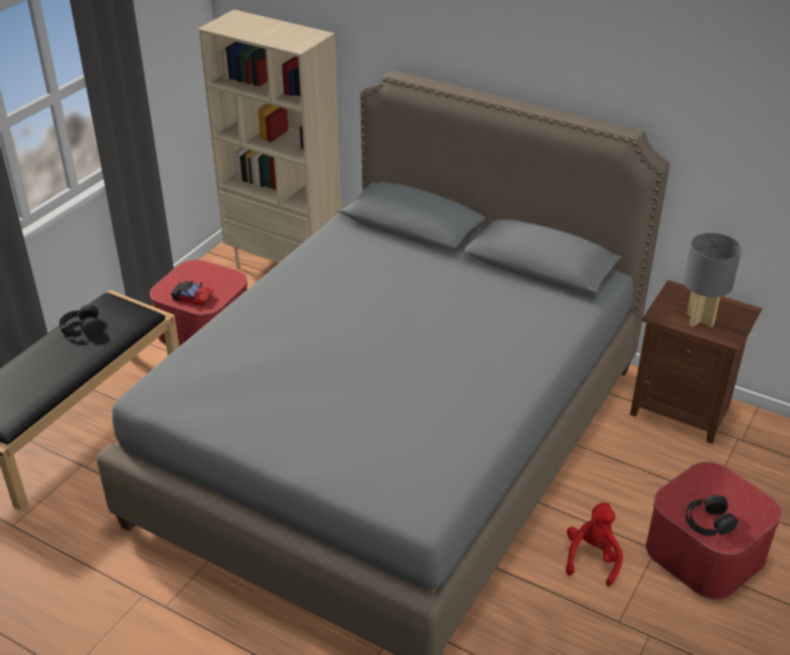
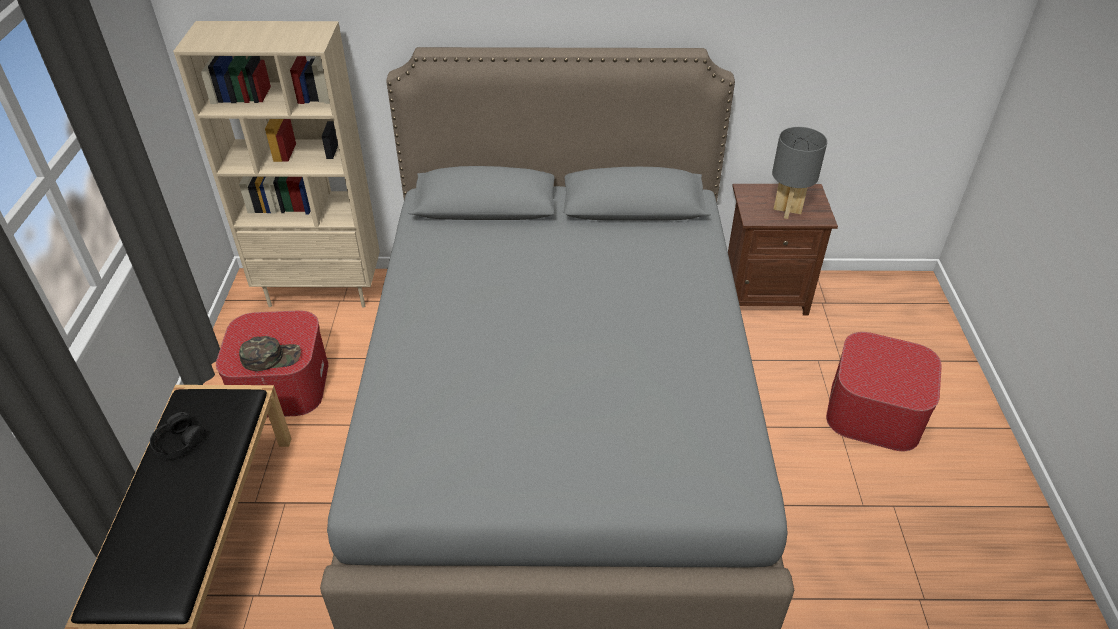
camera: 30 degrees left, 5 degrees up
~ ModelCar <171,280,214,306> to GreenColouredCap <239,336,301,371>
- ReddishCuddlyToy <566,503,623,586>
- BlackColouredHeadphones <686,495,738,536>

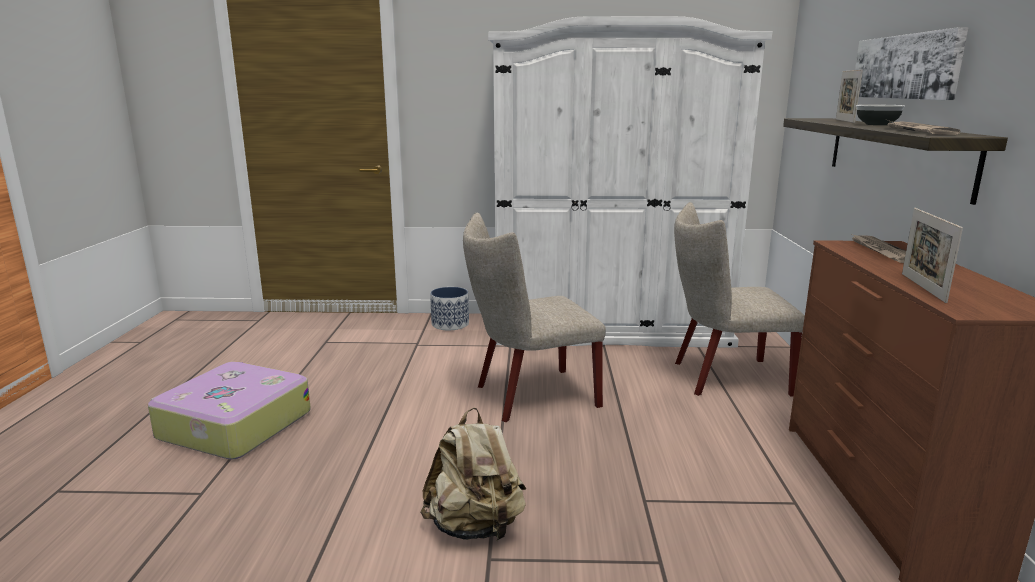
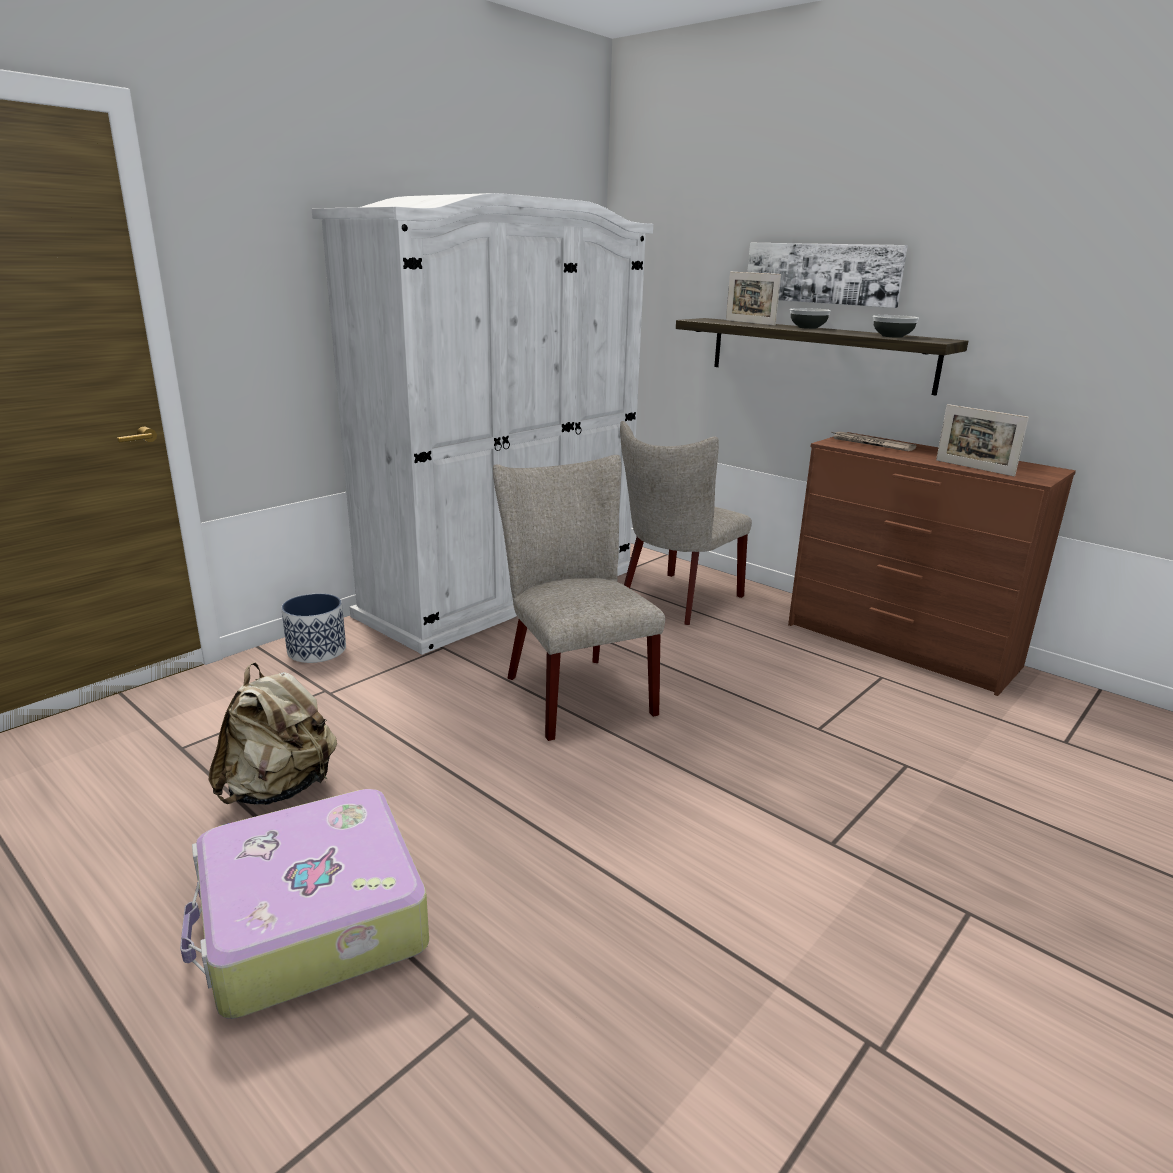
camera: 50 degrees left, 5 degrees up
~ SandColouredRucksack <420,408,526,540> to <208,663,337,805>
~ SandColouredChair <463,213,606,422> = <493,455,665,741> 135 degrees clockwise
~ PrintedPaper <887,120,961,135> to ServingBowl <873,315,919,338>

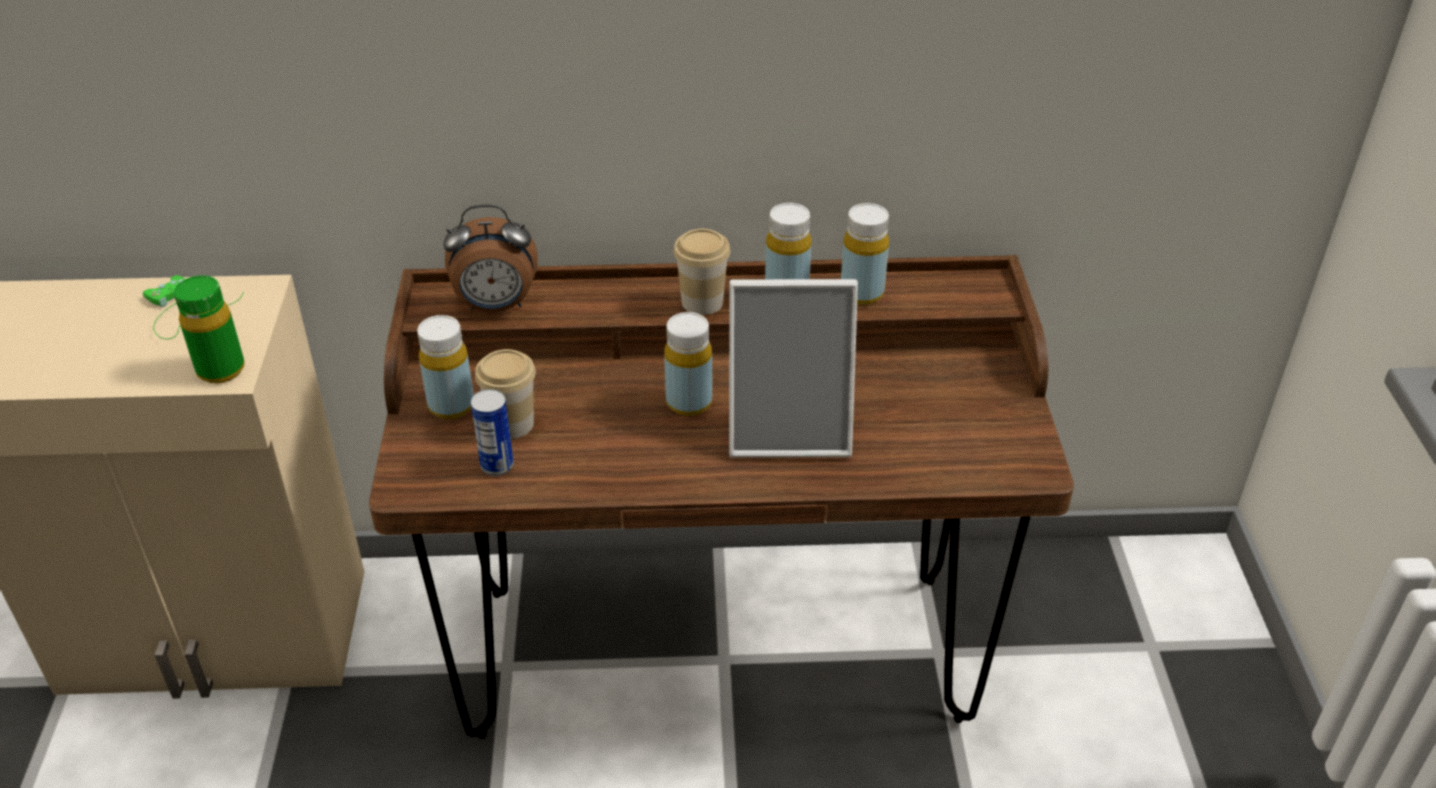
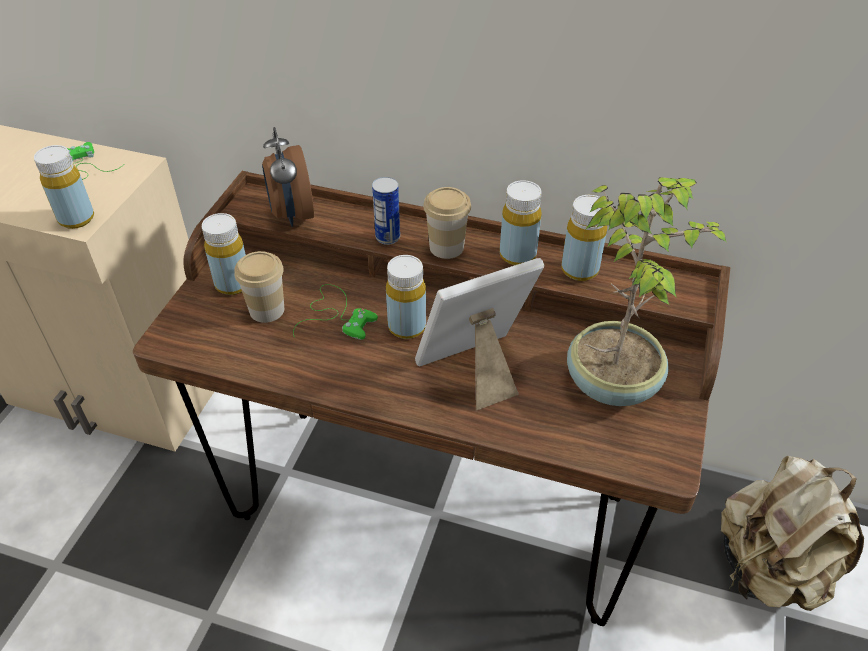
camera: 20 degrees right, 5 degrees up
~ GreenColouredBottle <174,276,245,383> to YellowishBottle <34,145,94,229>
~ AlarmClock <443,204,538,312> = <262,127,314,227> 60 degrees clockwise
+ GreenColouredGameController <293,284,378,340>
~ MetalCan <471,389,514,476> to <372,177,400,245>
~ PhotoFrame <729,279,858,458> = <415,258,544,410> 135 degrees clockwise
+ PottedPlant <567,177,727,406>
+ SandColouredRucksack <721,456,864,611>

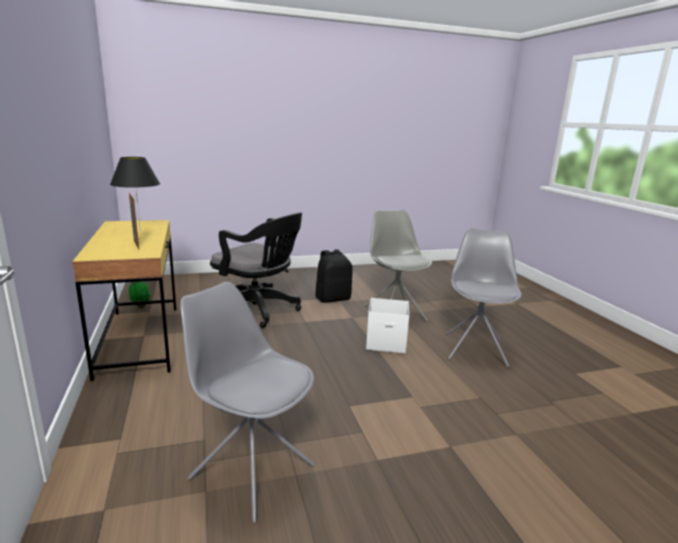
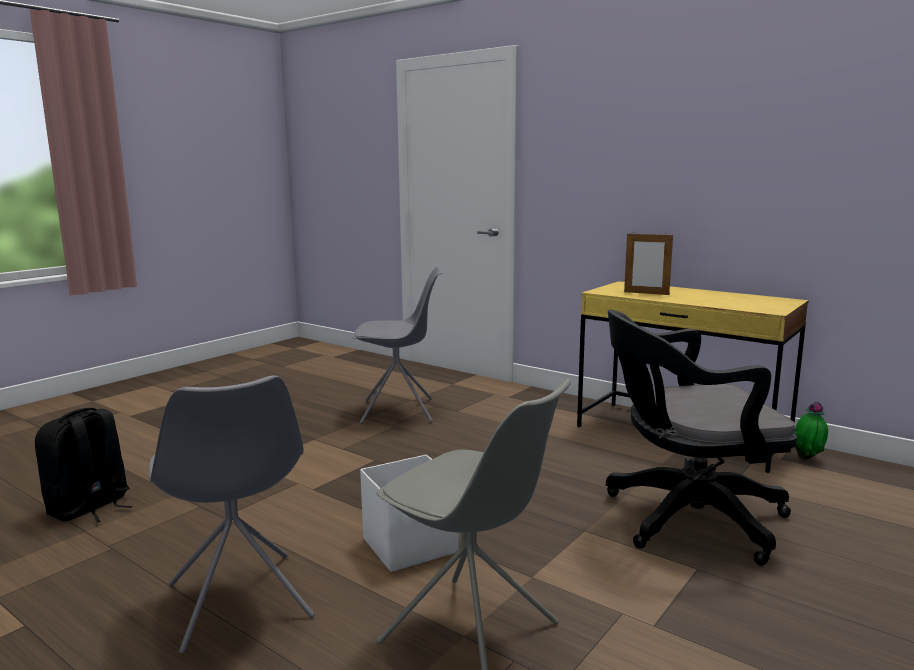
camera: 145 degrees right, 5 degrees down
~ BlackColouredRucksack <315,249,353,303> to <35,408,132,523>
- BlackColouredLampForATable <110,157,160,231>

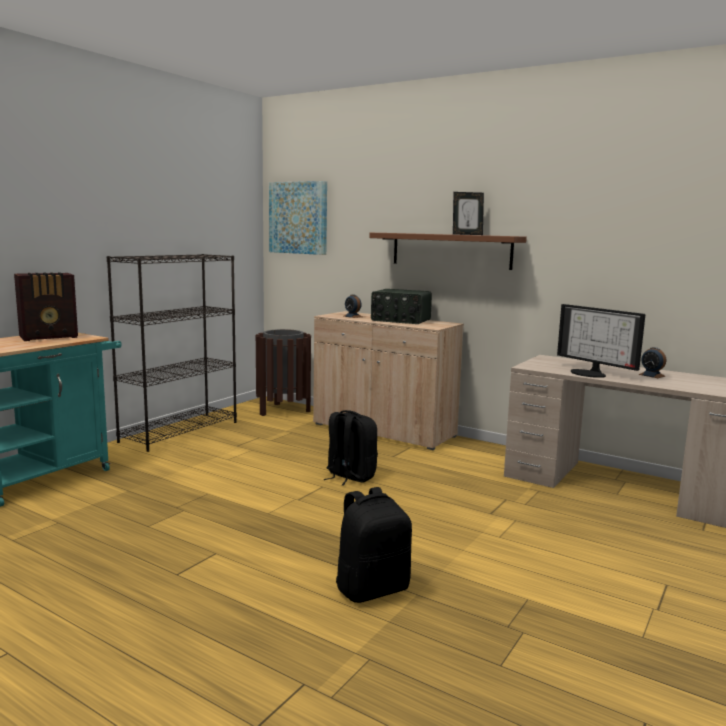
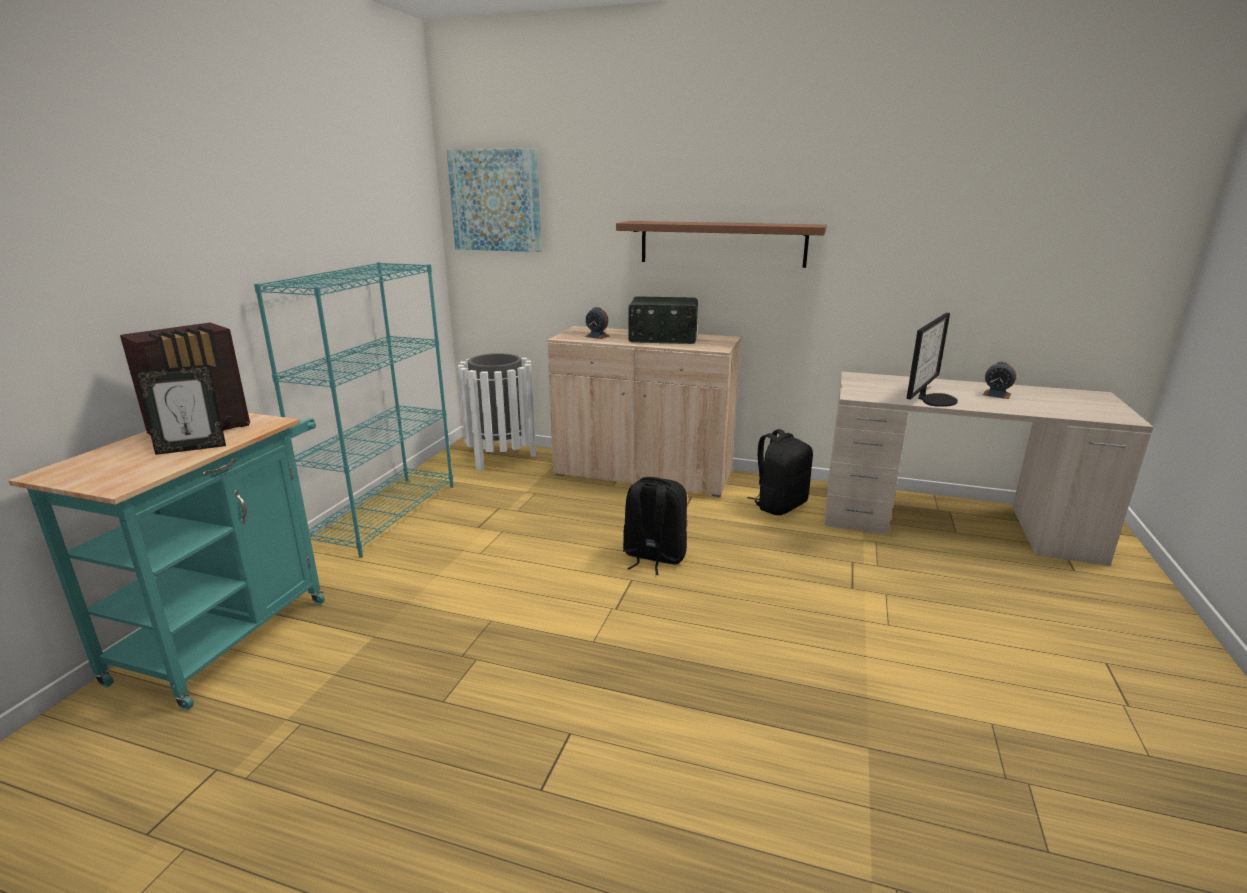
camera: 15 degrees left, 10 degrees up
~ PhotoFrame <453,192,484,235> to <136,365,226,455>
~ BlackColouredBookcase <107,254,237,452> to TurquoiseColouredBookcase <254,262,453,558>
~ BrownColouredTrashCan <256,329,311,416> to WhiteColouredTrashCan <458,353,536,471>
~ BlackColouredRucksack <336,487,412,603> to <747,429,813,515>
~ Monitor <557,304,645,378> = <907,313,958,407> 90 degrees counterclockwise

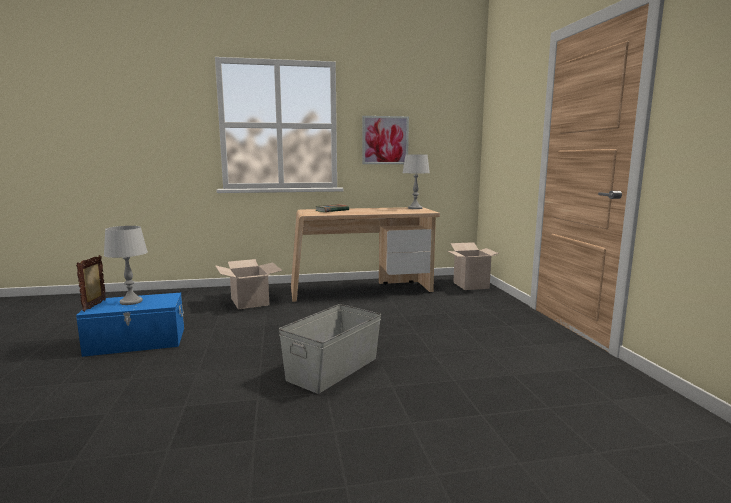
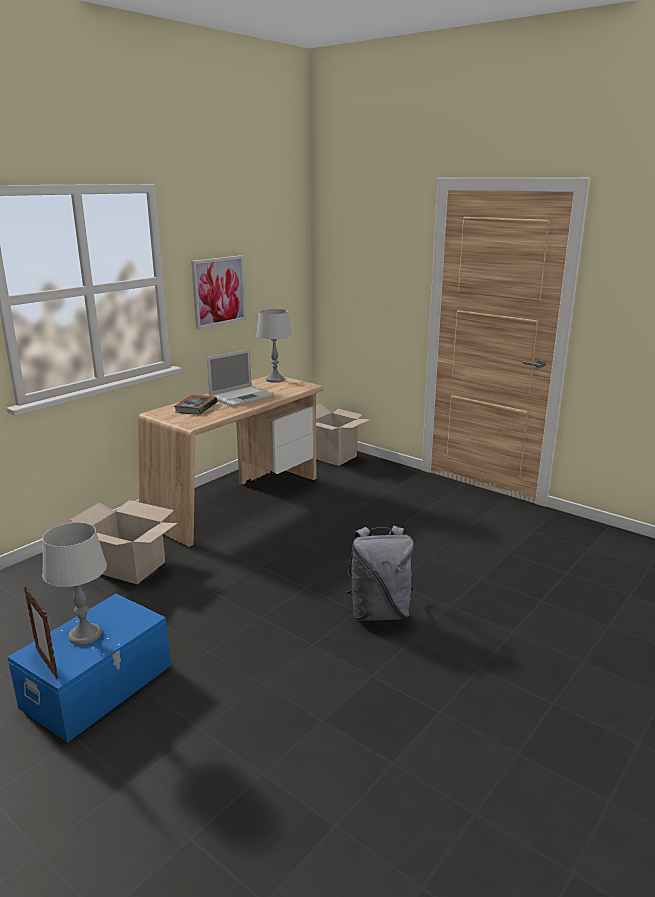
camera: 40 degrees left, 10 degrees up
+ Laptop <206,349,274,407>
~ GreyishStorageBin <279,304,381,394> to GreyishRucksack <346,525,414,621>

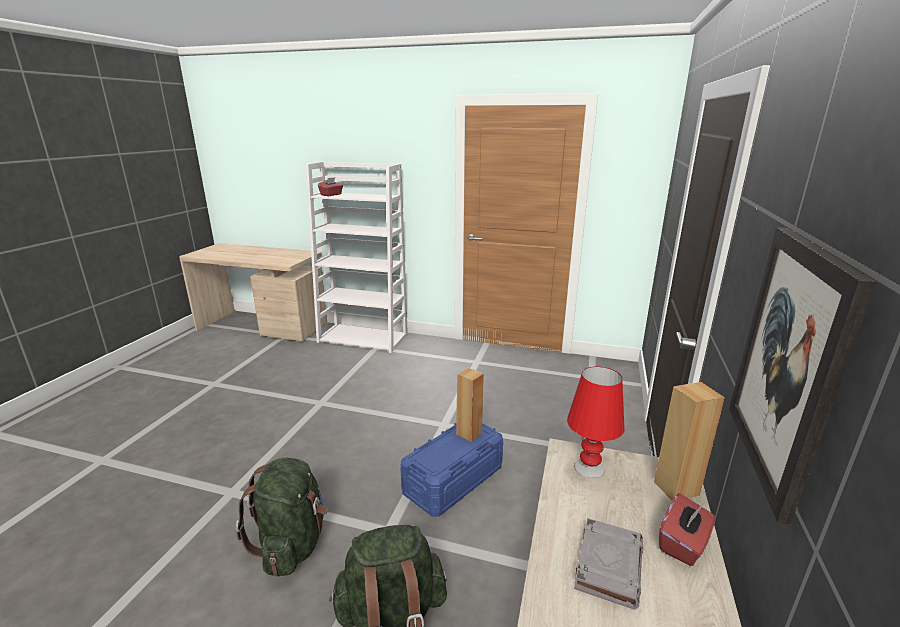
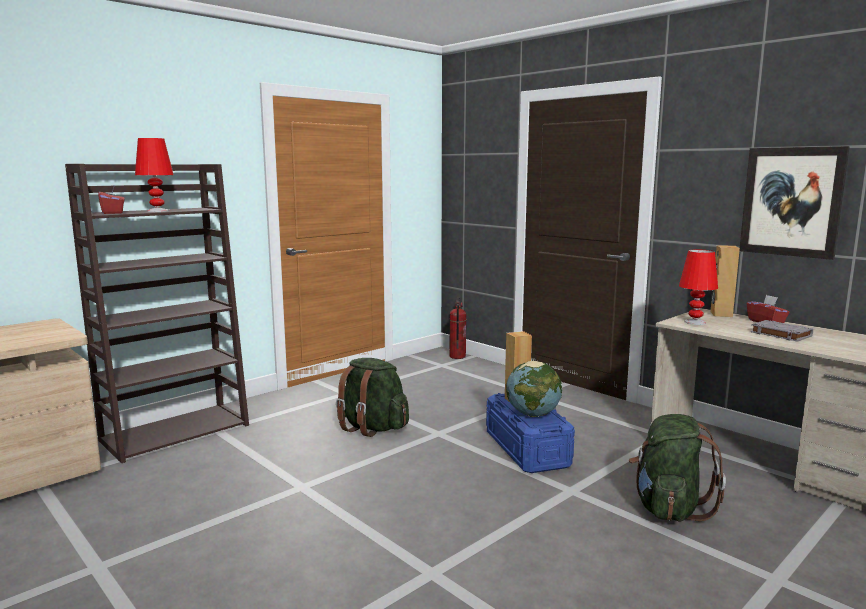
camera: 60 degrees left, 10 degrees down
~ WhiteColouredBookcase <306,162,408,353> to BrownColouredBookcase <65,164,249,463>
+ ReddishLampForATable <135,138,174,212>
~ GreenColouredRucksack <236,458,328,577> to <336,358,409,437>
+ Extinguisher <449,297,467,359>
+ WorldGlobe <506,361,562,417>

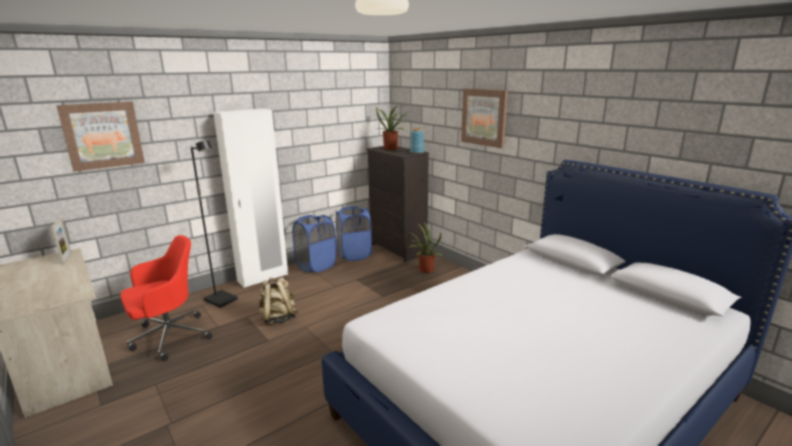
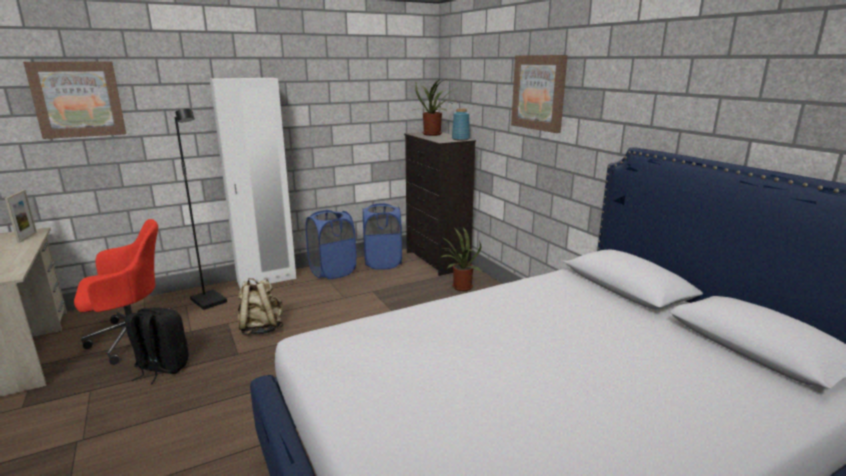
camera: 10 degrees right, 0 degrees up
+ BlackColouredRucksack <125,307,188,384>

